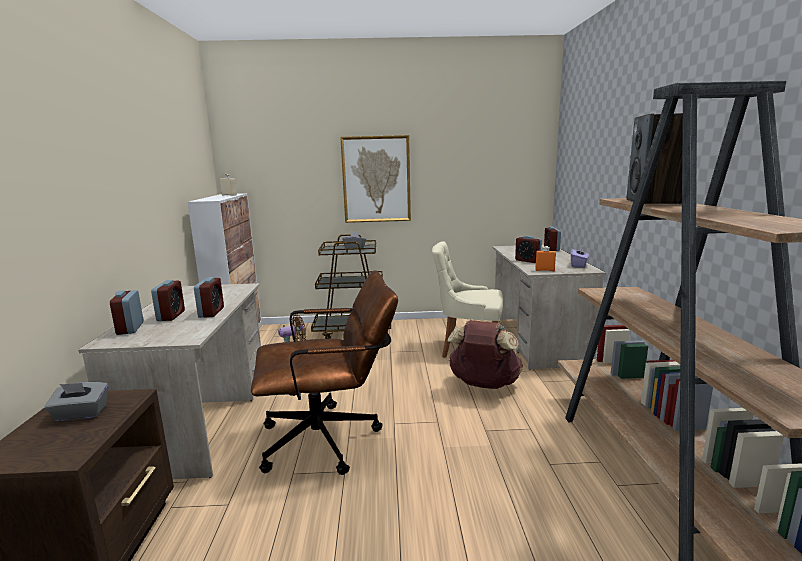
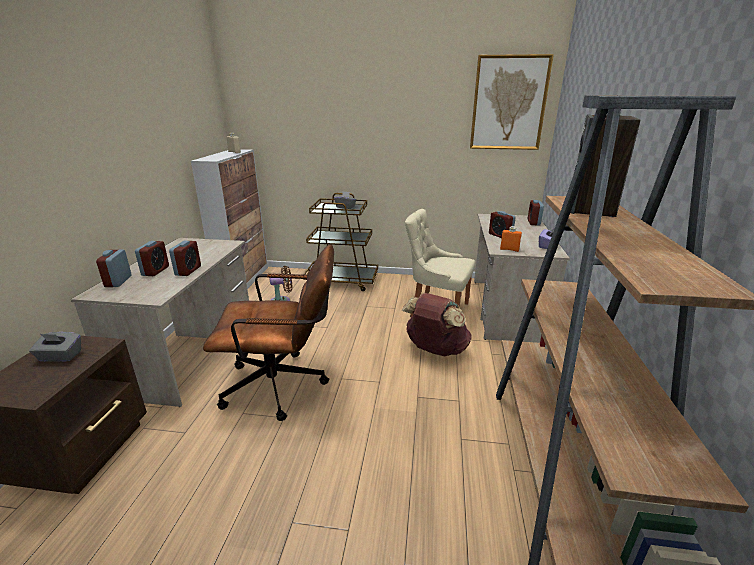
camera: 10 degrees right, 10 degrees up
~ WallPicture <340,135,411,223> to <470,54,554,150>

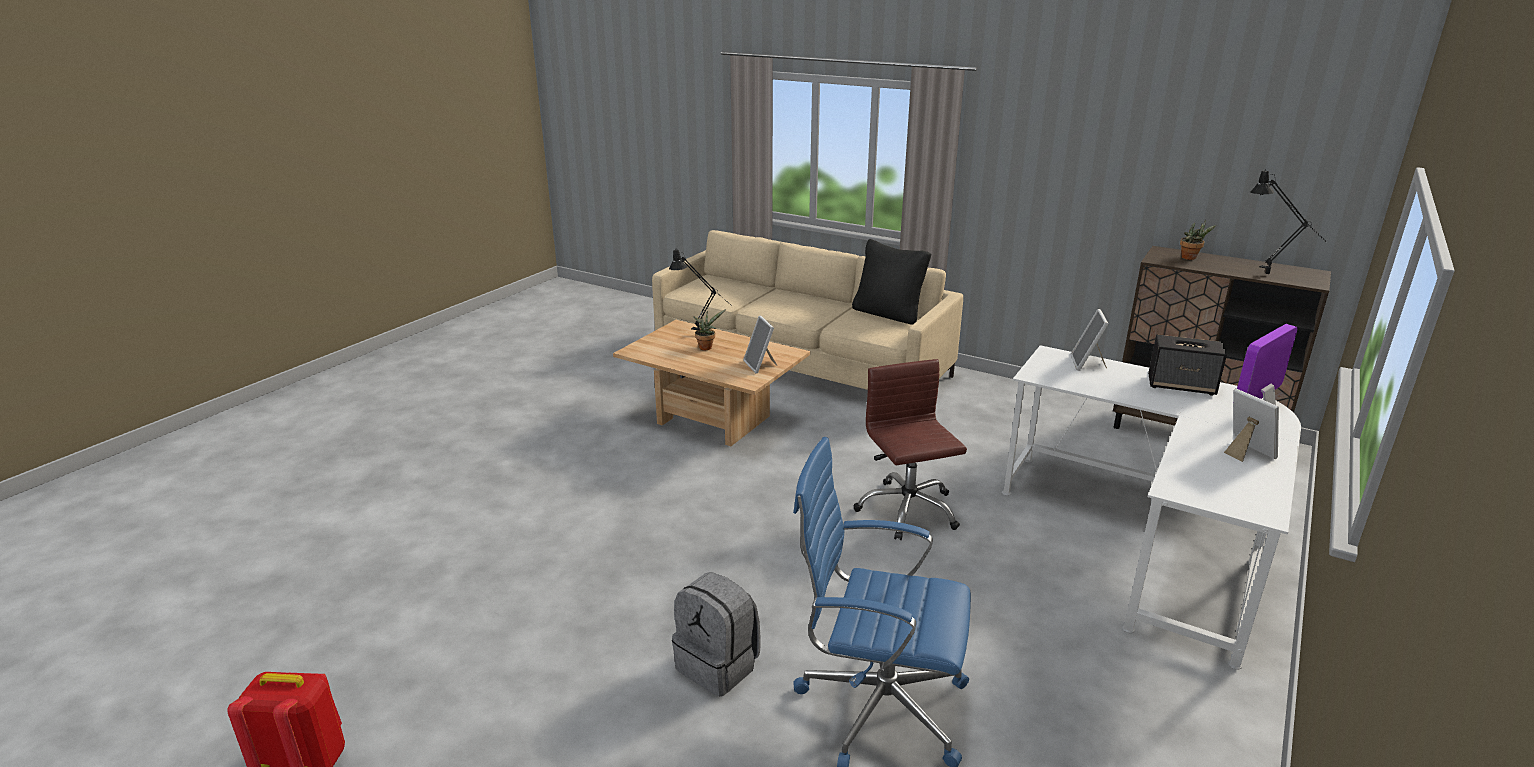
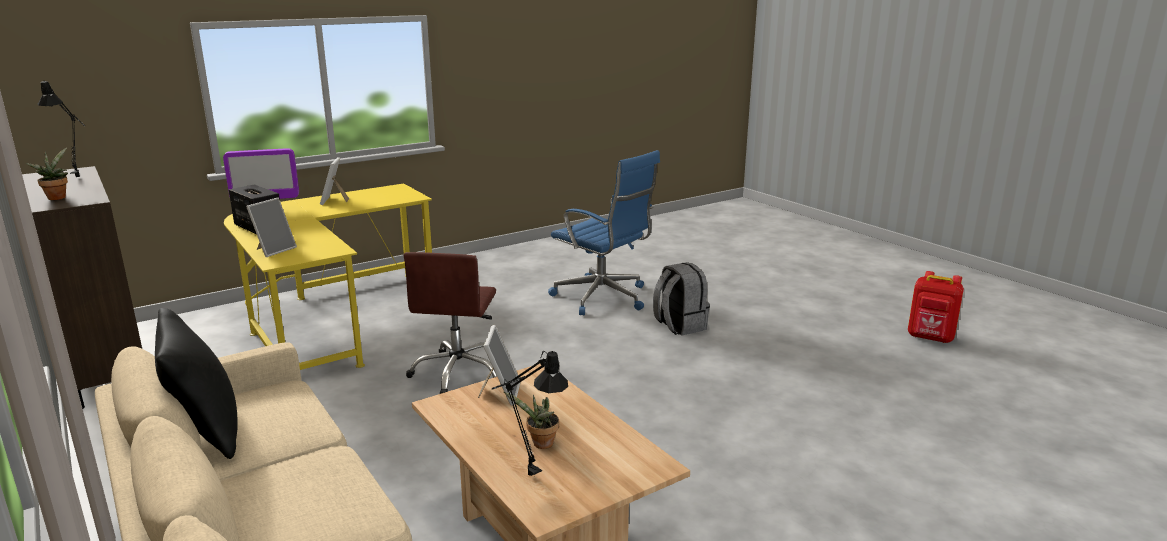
camera: 155 degrees left, 5 degrees down
~ WhiteColouredDesk <1002,345,1301,670> to YellowishDesk <224,183,432,370>

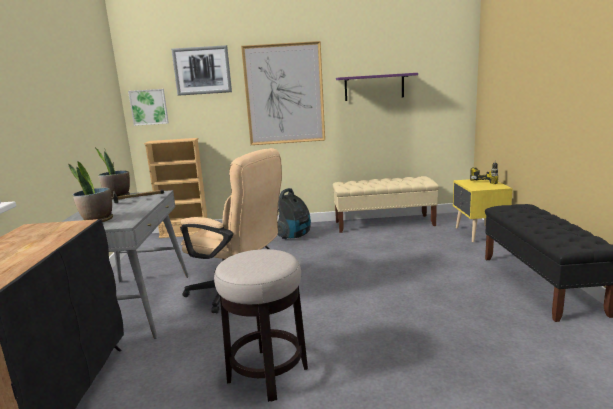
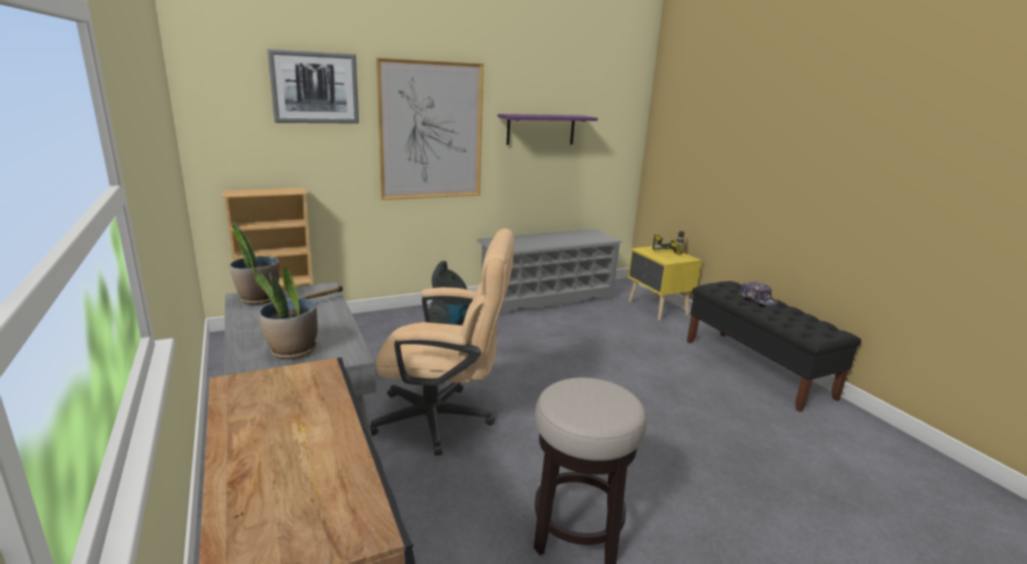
camera: 25 degrees left, 5 degrees up
~ SandColouredLongSeat <333,176,439,233> to GreyishShoeRack <477,229,623,316>
+ Cap <739,281,778,306>
- WallPicture <128,89,169,126>

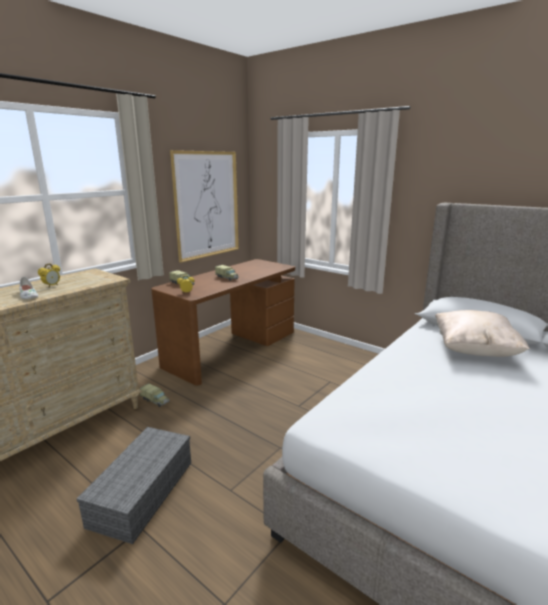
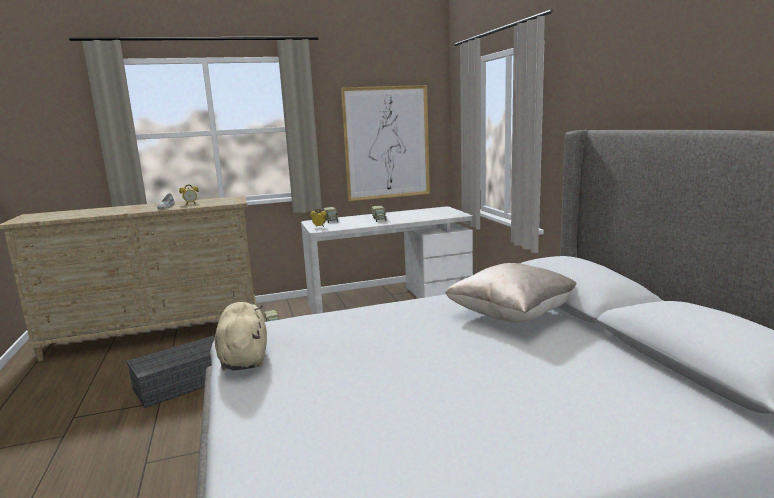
camera: 35 degrees right, 5 degrees down
+ SandColouredCuddlyToy <215,302,267,371>
~ BrownColouredDesk <151,259,295,385> to WhiteColouredDesk <301,207,473,314>

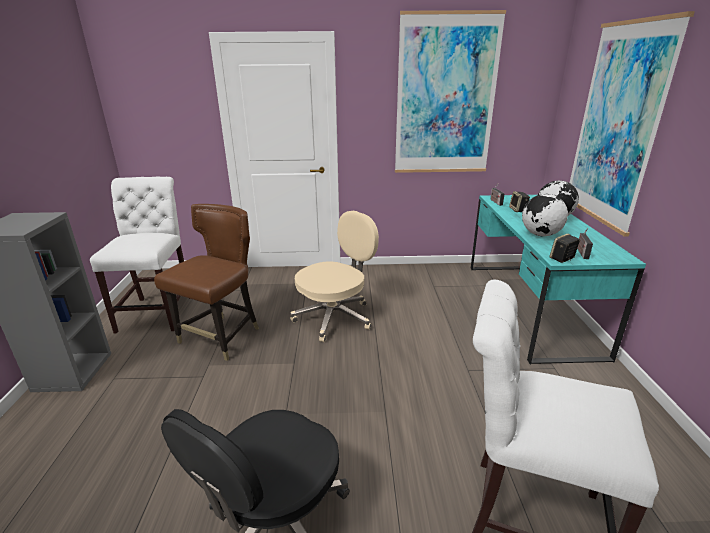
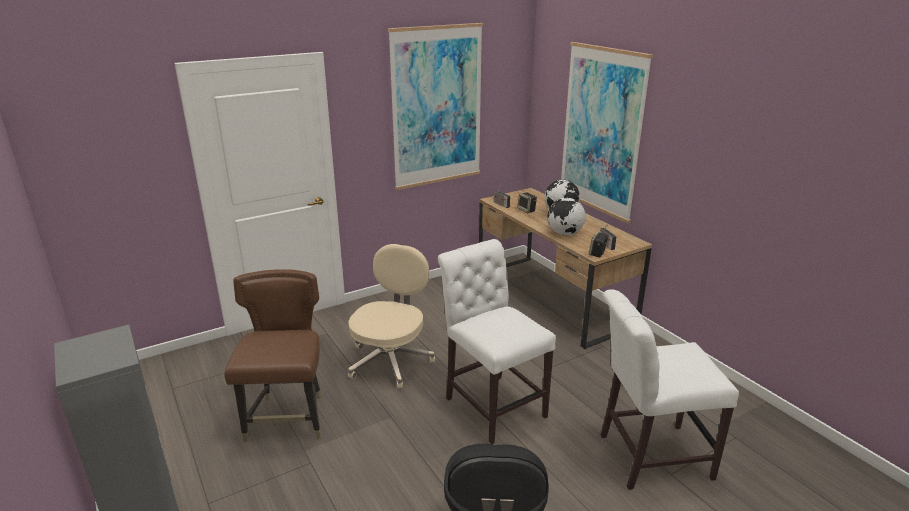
camera: 30 degrees left, 0 degrees up
~ WhiteColouredChair <90,177,184,334> to <438,239,556,444>
~ TurquoiseColouredDesk <471,195,646,364> to BrownColouredDesk <479,188,652,349>

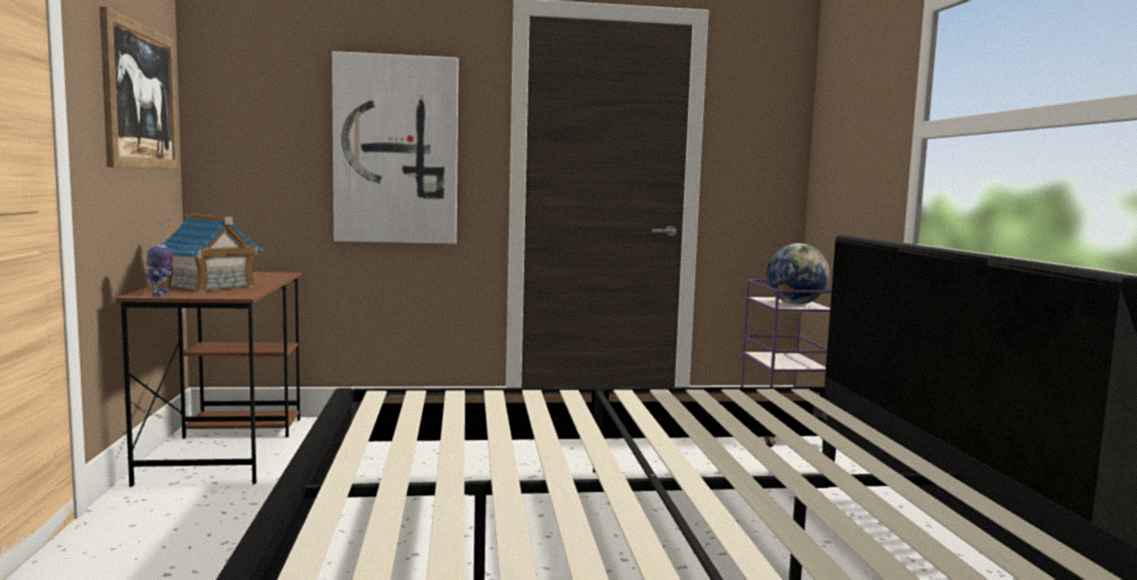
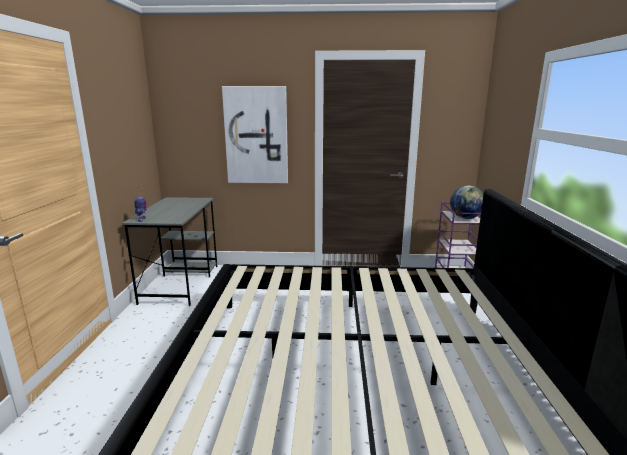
camera: 10 degrees right, 10 degrees up
~ BrownColouredDesk <116,272,301,487> to GreyishDesk <122,197,217,306>
- WallPicture <100,7,179,170>
- MiniatureHouse <163,214,262,292>

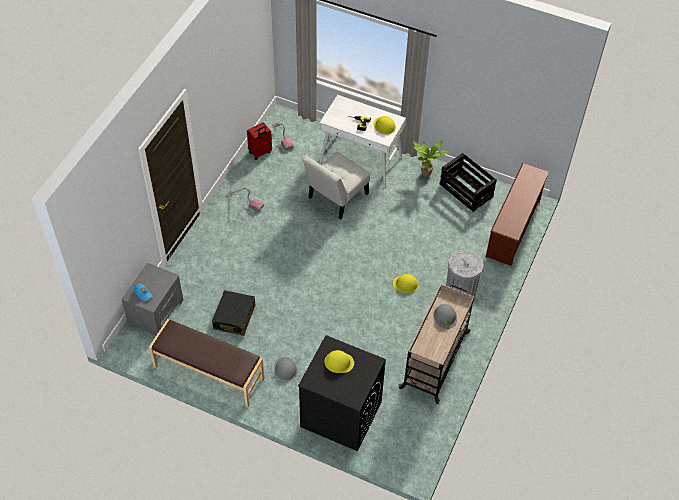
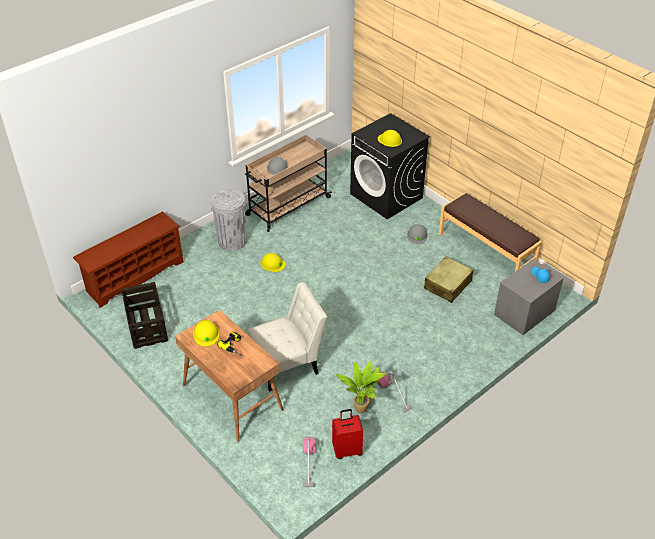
camera: 155 degrees left, 10 degrees down
~ WhiteColouredDesk <319,95,406,187> to BrownColouredDesk <175,310,284,442>
~ PottedPlant <413,140,450,177> to <336,360,386,413>
~ BlackColouredTravelCase <212,290,255,336> to SandColouredTravelCase <424,256,473,303>

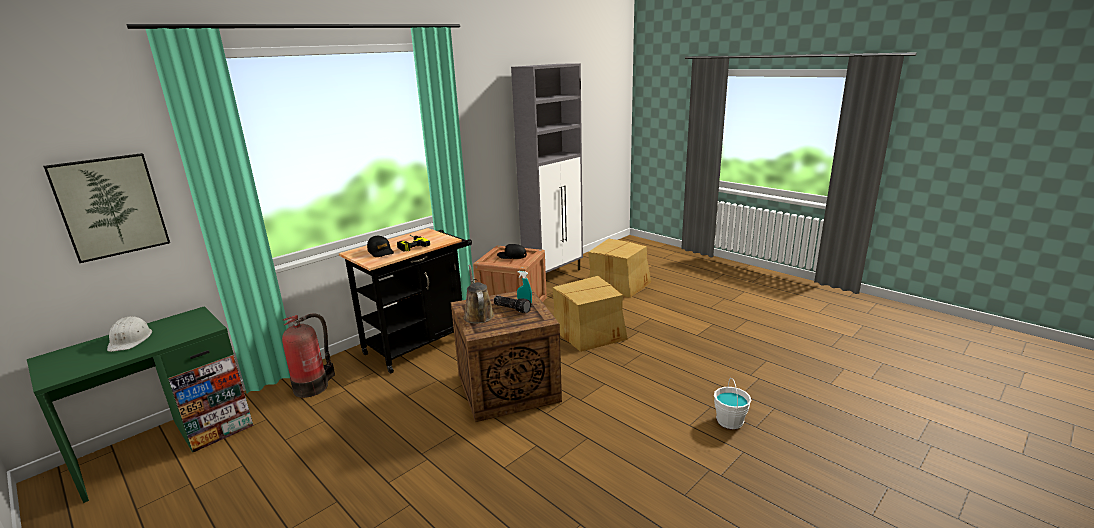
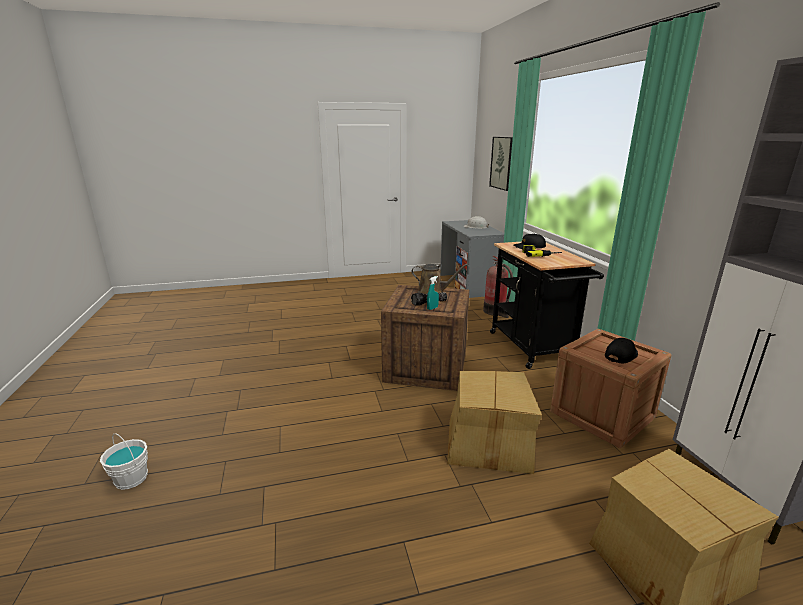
camera: 120 degrees right, 0 degrees up
~ WhiteColouredPail <714,378,752,429> to <100,433,148,490>
~ GreenColouredDesk <27,306,254,503> to GreyishDesk <440,220,504,298>

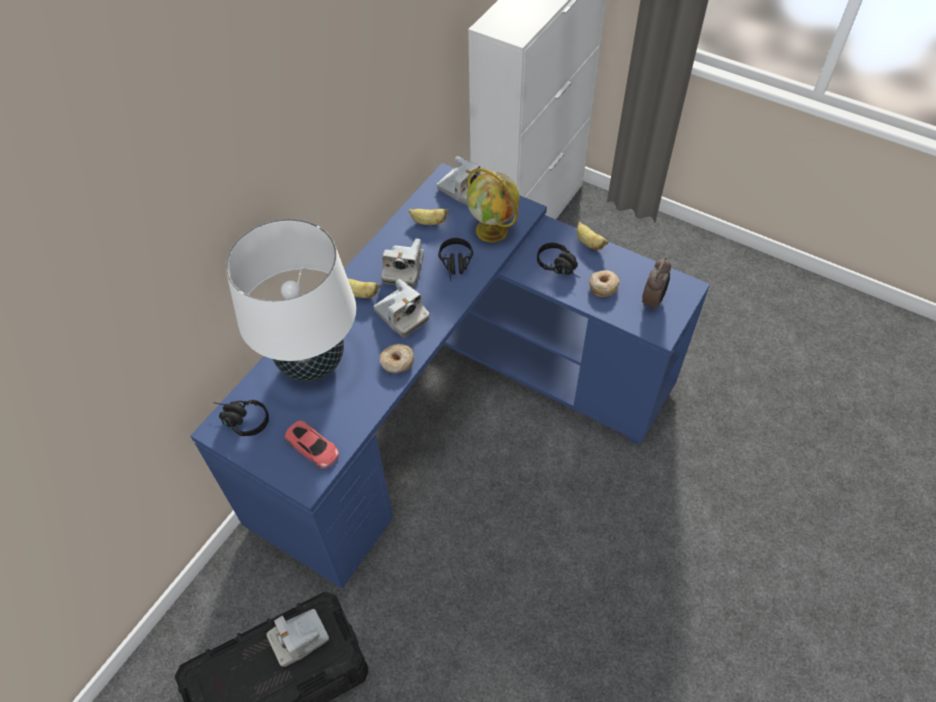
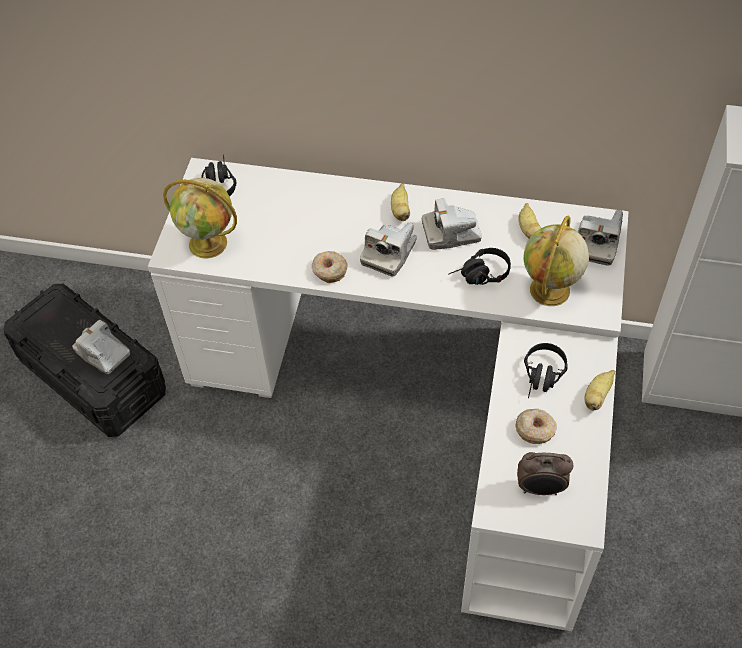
camera: 70 degrees right, 0 degrees up
~ BluishDesk <190,163,710,589> to WhiteColouredDesk <148,158,628,632>
~ ReddishModelCar <285,421,339,468> to WorldGlobe <163,178,237,258>
- WhiteColouredLampForATable <226,219,356,382>

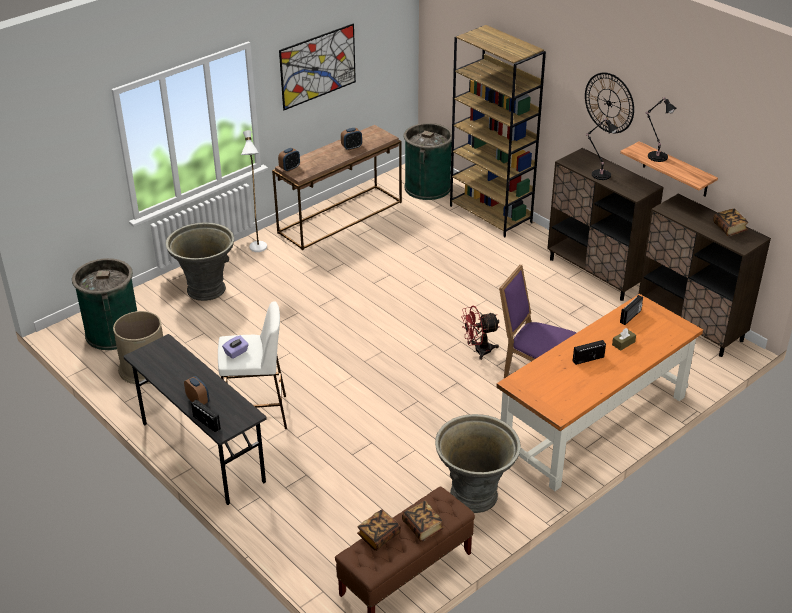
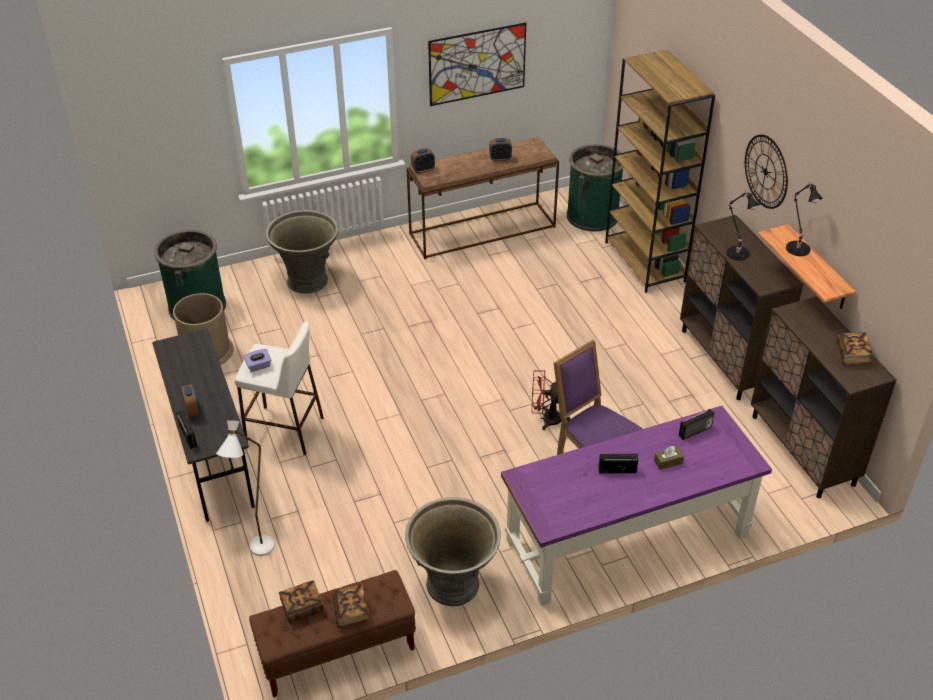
camera: 20 degrees right, 5 degrees up
~ WhiteColouredStandardLamp <241,130,267,252> to <216,420,275,556>
~ OrangeDesk <496,294,703,491> to PurplishDesk <501,406,772,606>

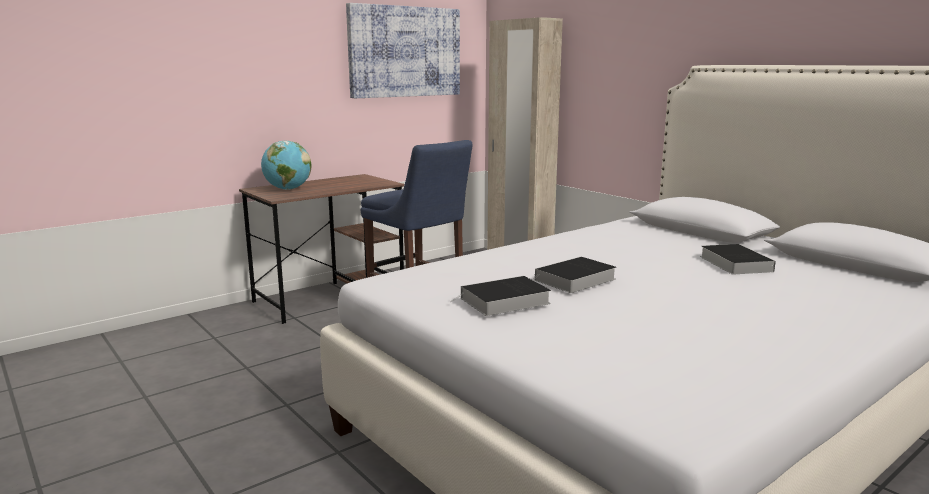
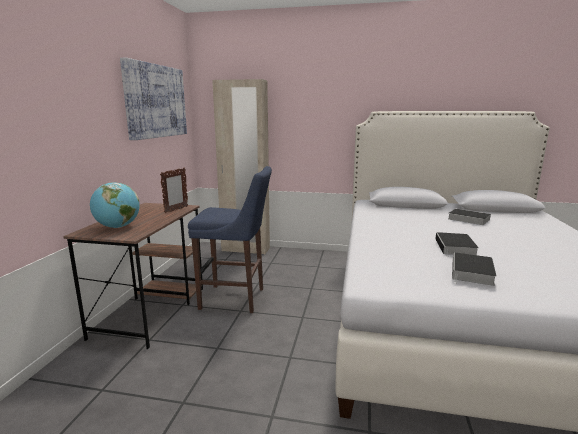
camera: 40 degrees left, 0 degrees up
+ PhotoFrame <160,168,188,213>

